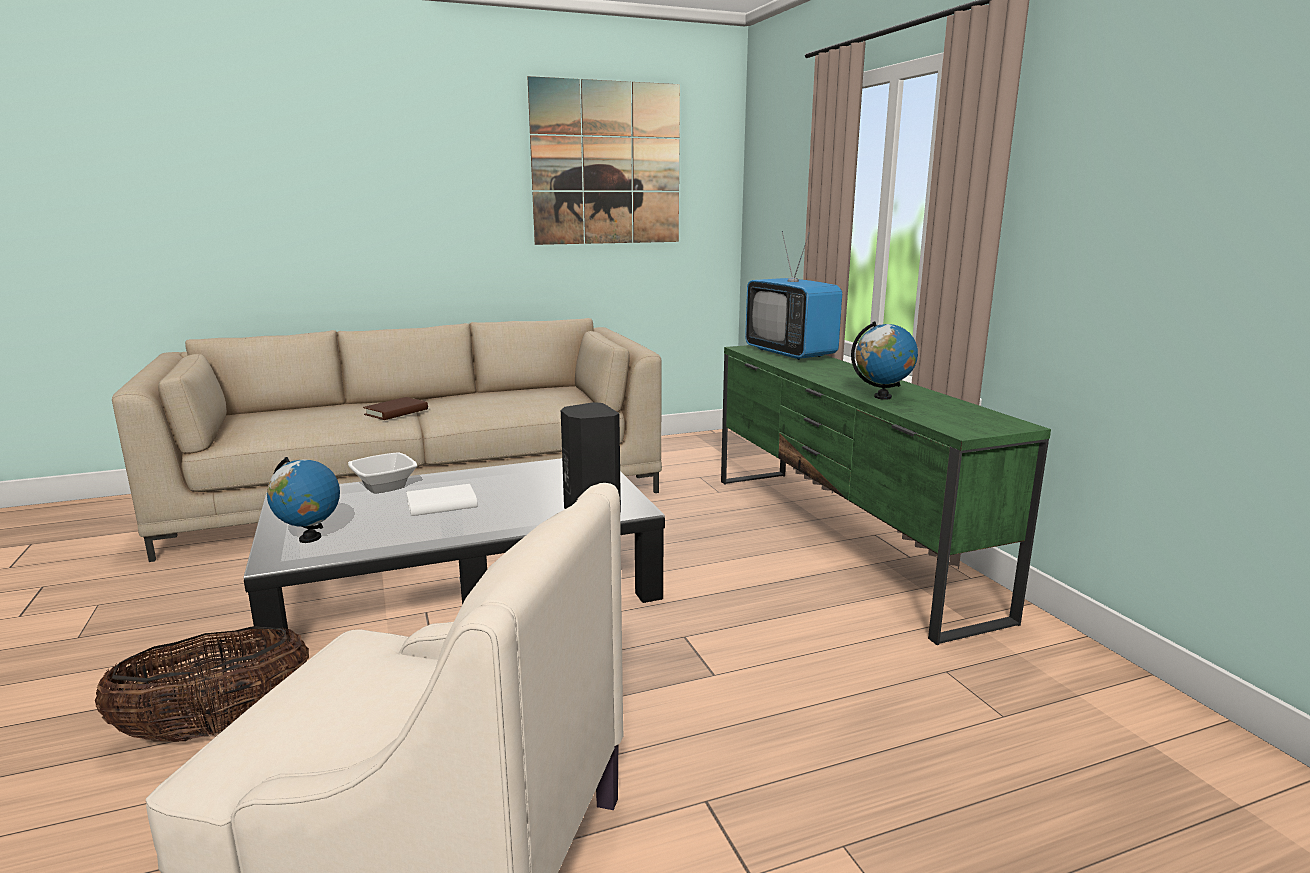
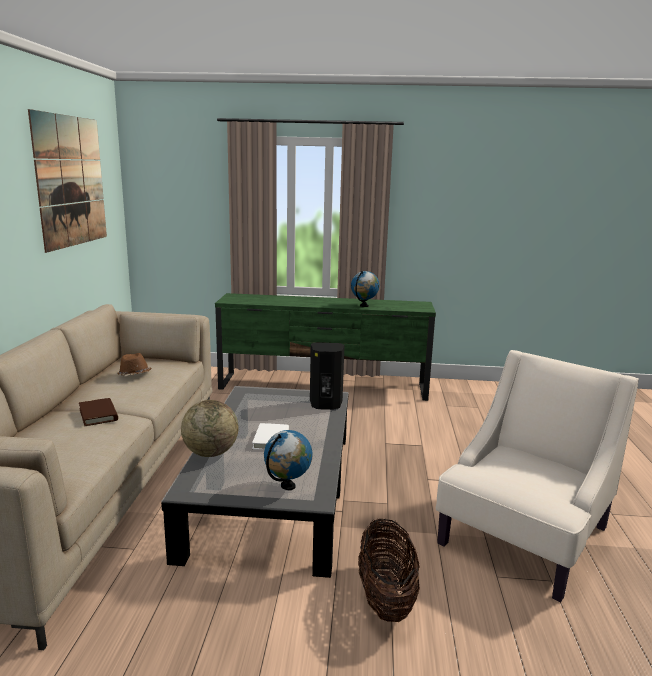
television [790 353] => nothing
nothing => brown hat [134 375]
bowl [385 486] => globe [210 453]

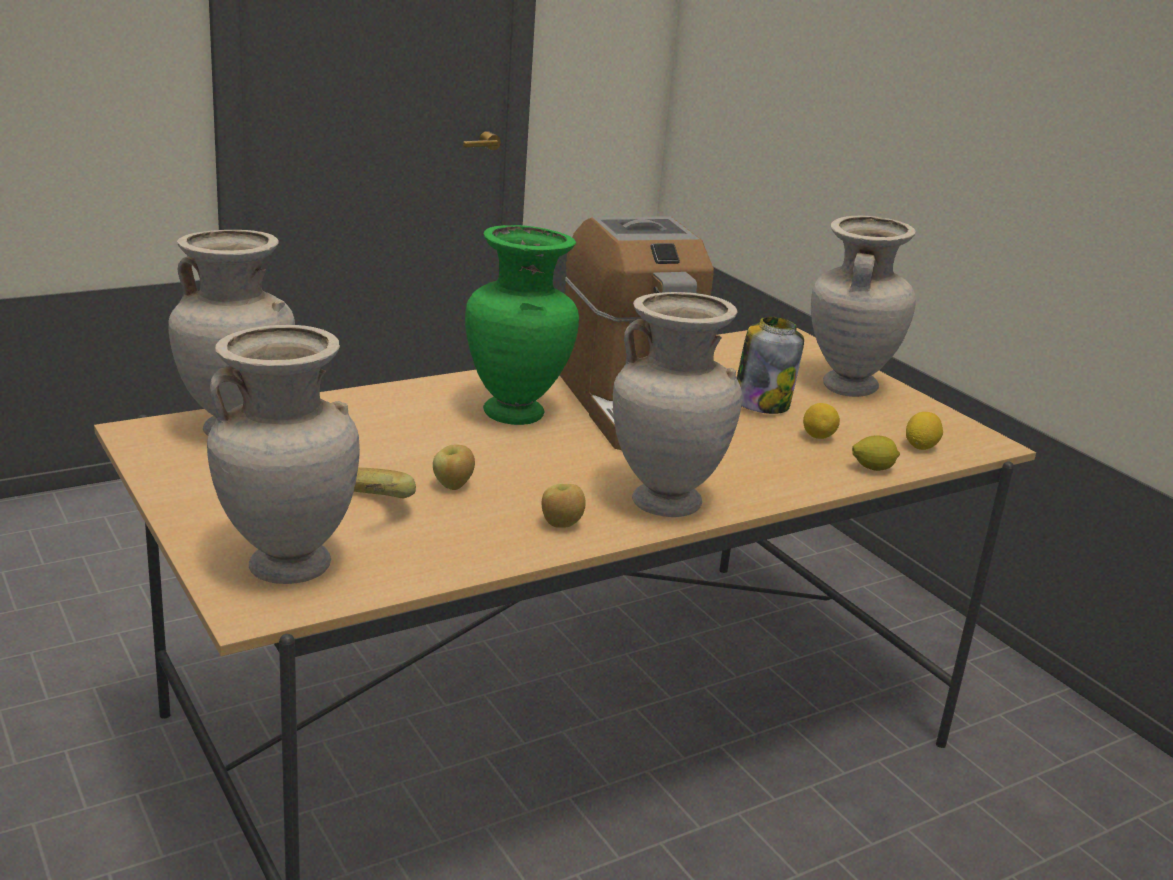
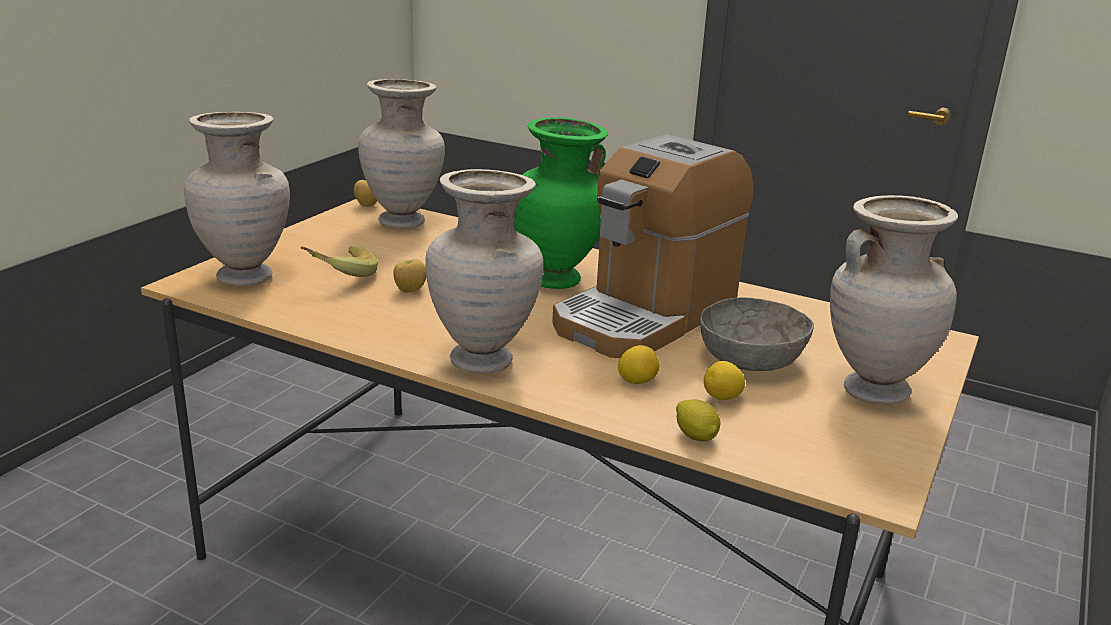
apple [561 525] => apple [367 205], move
lemon [920 447] => lemon [637 381], move
jar [761 403] => grey bowl [750 359]

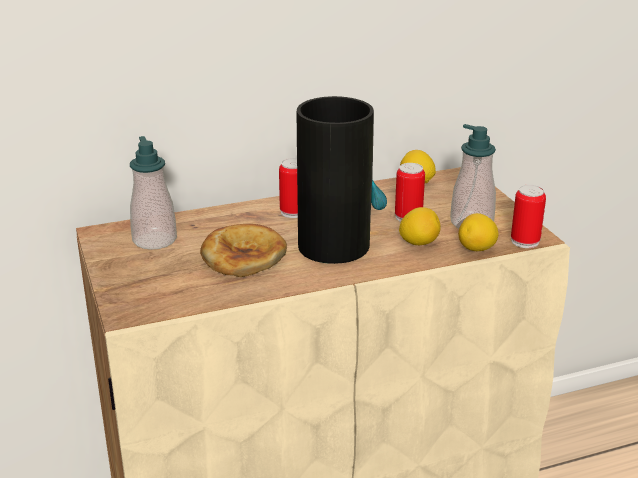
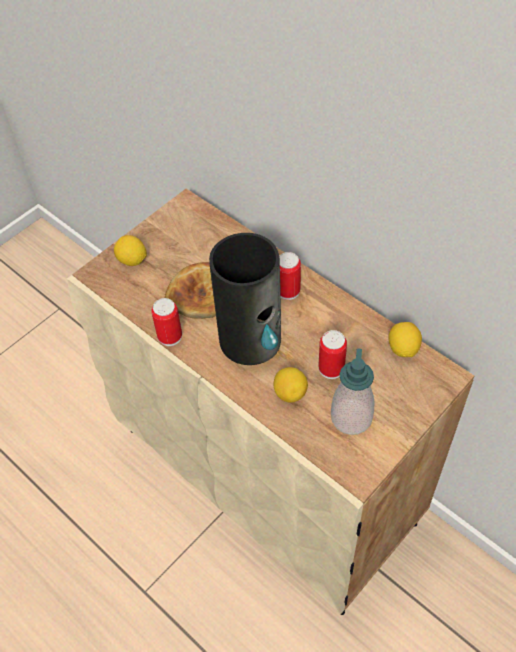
soap dispenser [154 240] => nothing
lemon [477 249] => lemon [132 261], move
can [525 241] => can [170 336], move

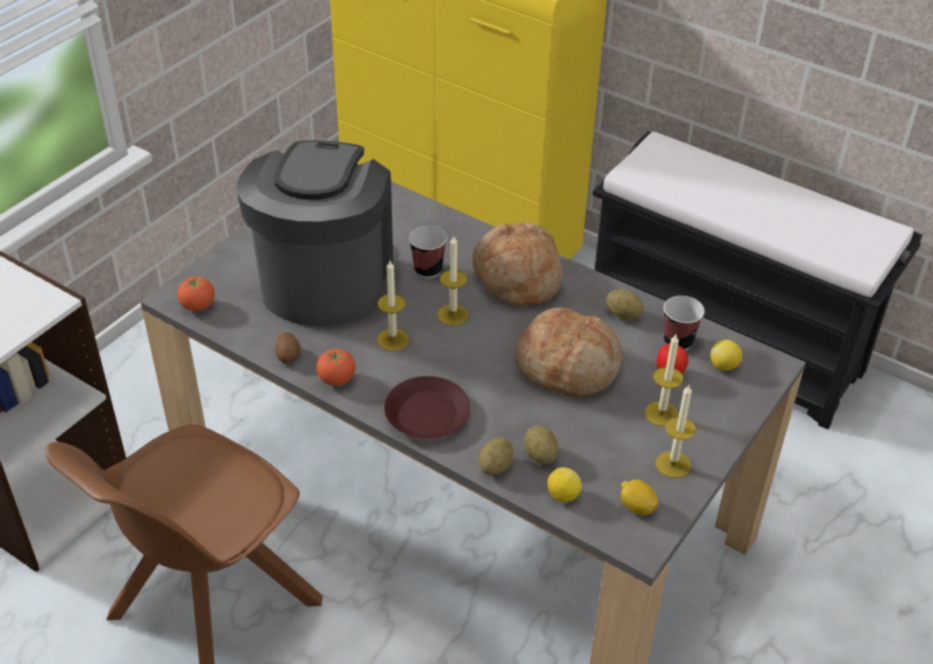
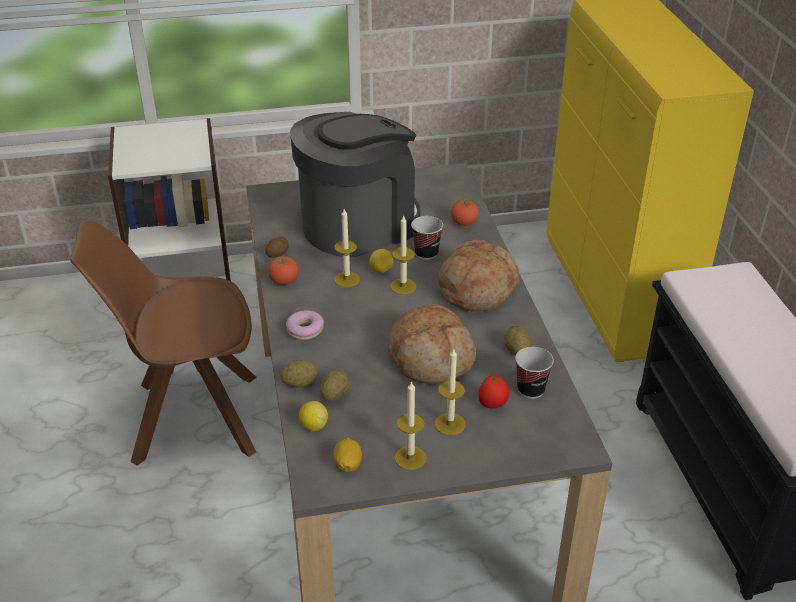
tomato [198 306] => tomato [464 223], move
lemon [724 366] => lemon [381 270], move
brown plate [427 413] => donut [305 330]

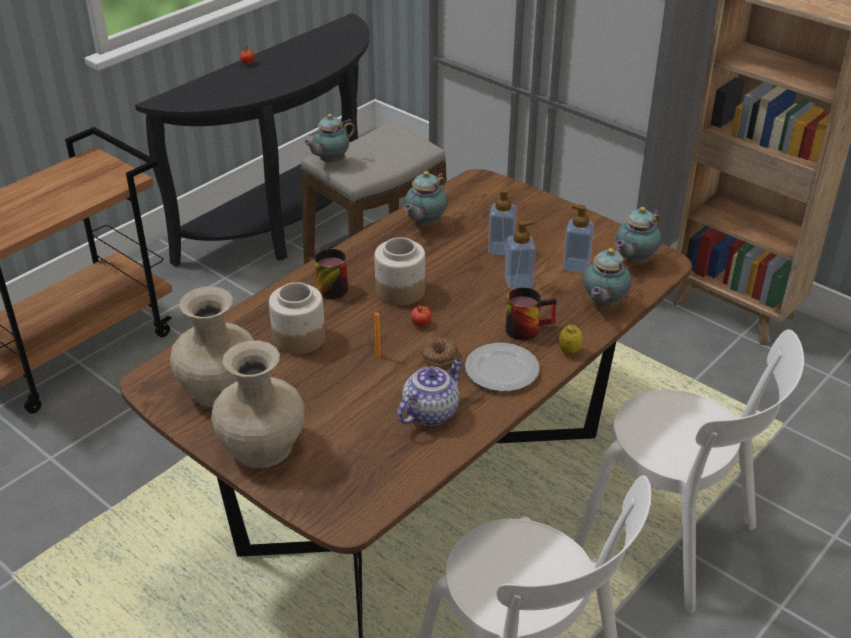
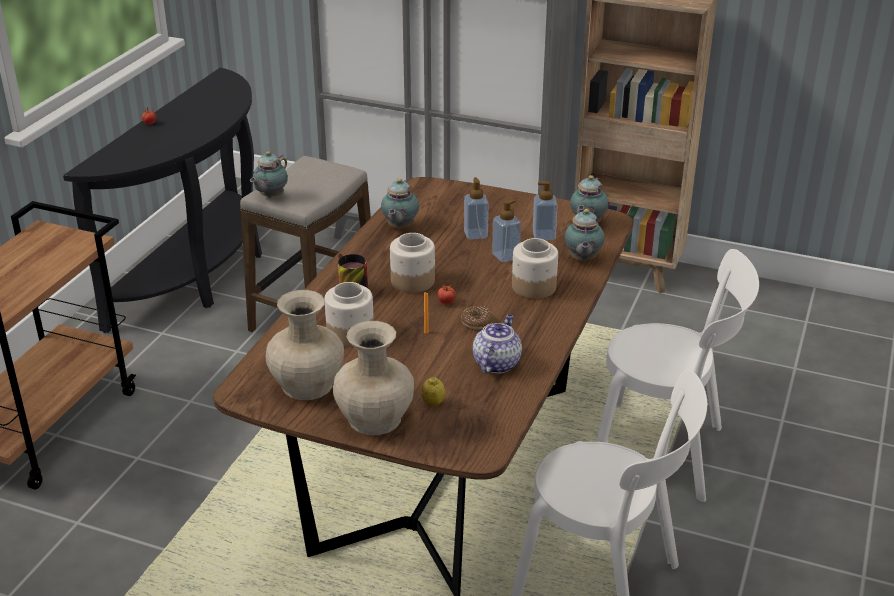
plate [501 371] => nothing
lemon [569 351] => lemon [433 403], move
mug [527 327] => jar [533 287]

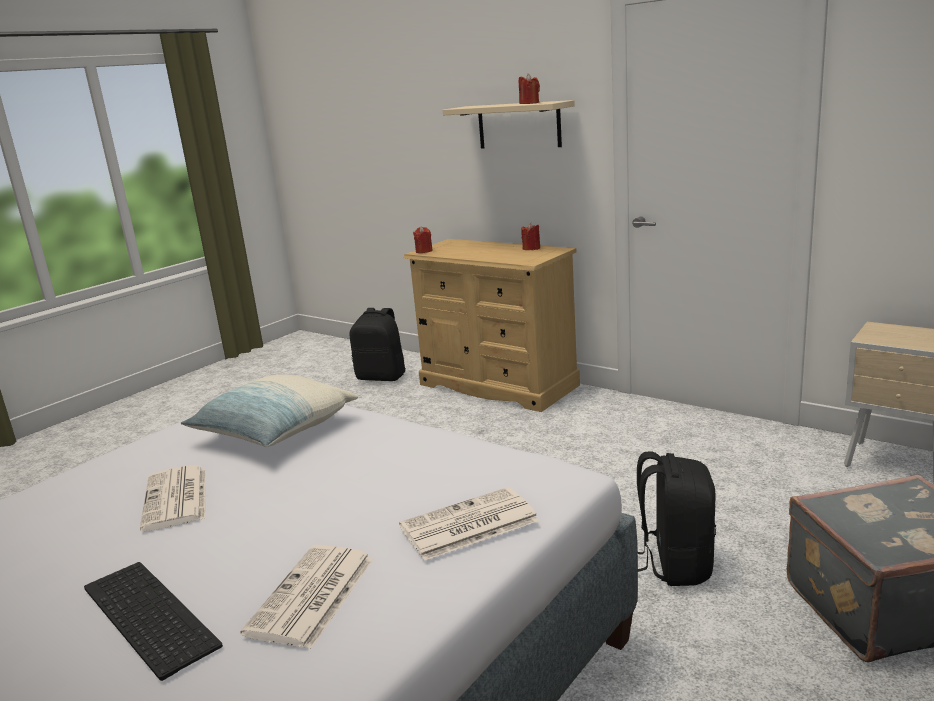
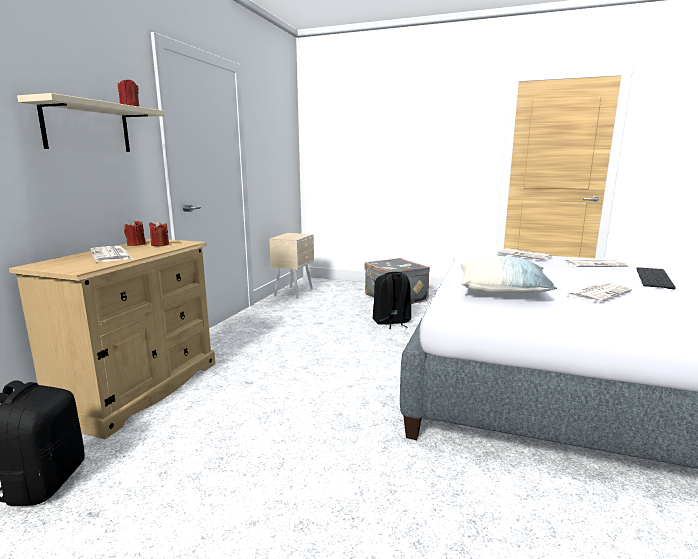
nothing => newspaper [112 255]
red candle [424 251] => red candle [160 245], move

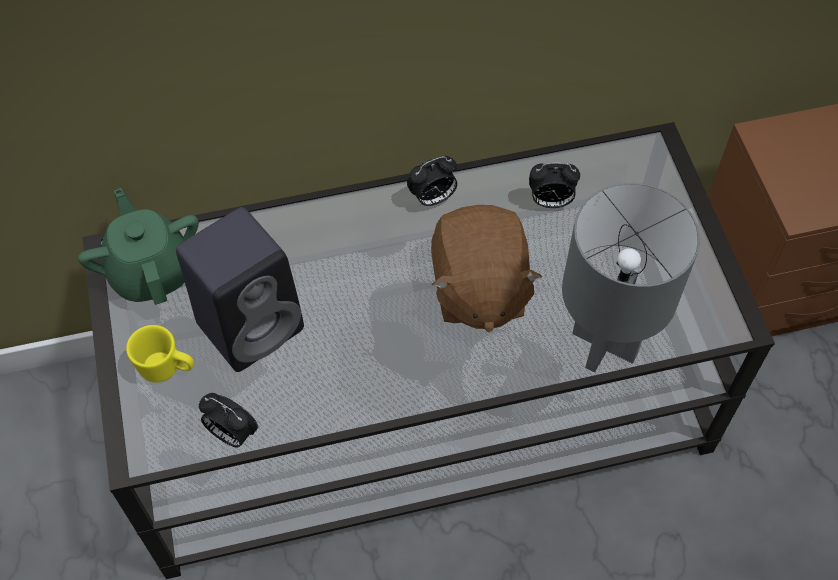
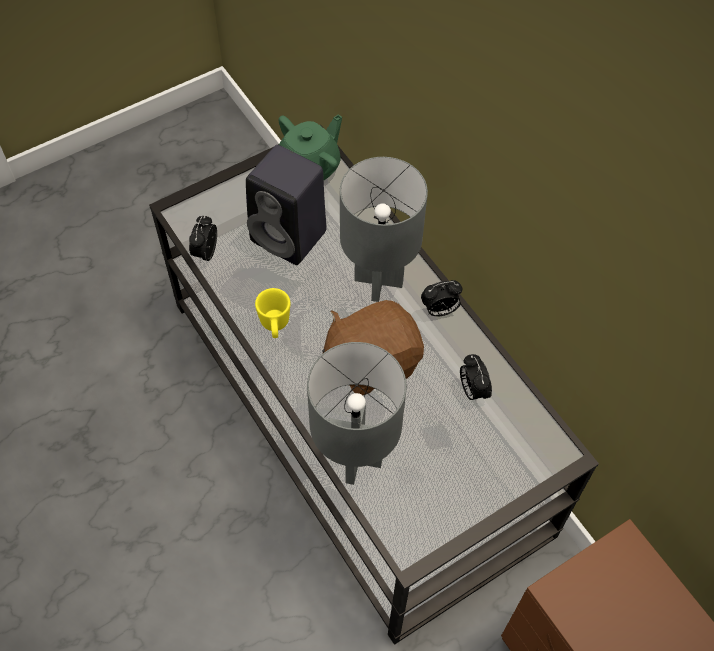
nothing => grey table lamp [379 281]
yellow mug [167 369] => yellow mug [275 326], move
alarm clock [432 198] => alarm clock [439 310], 60 degrees counterclockwise

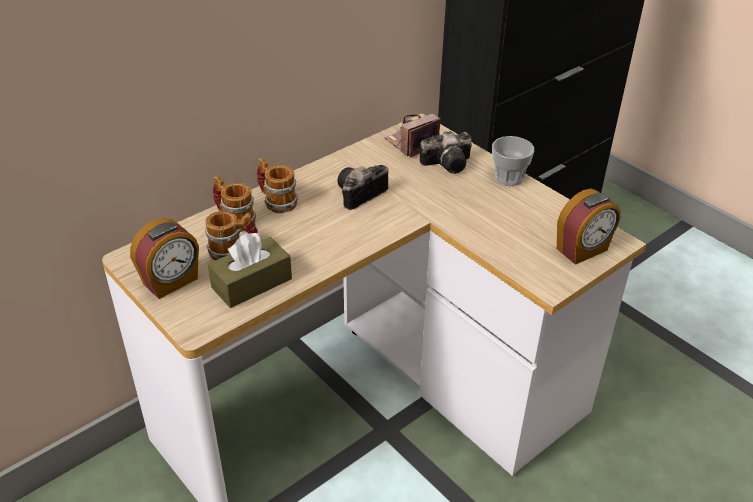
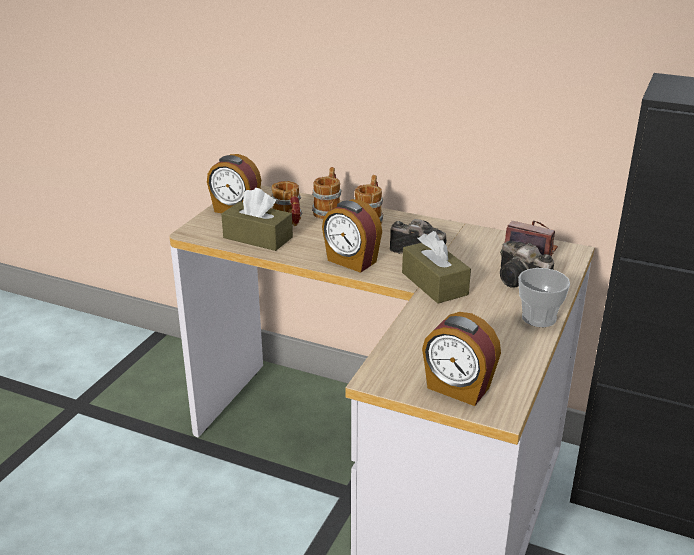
nothing => alarm clock [351 261]
nothing => brown tissue box [434 283]

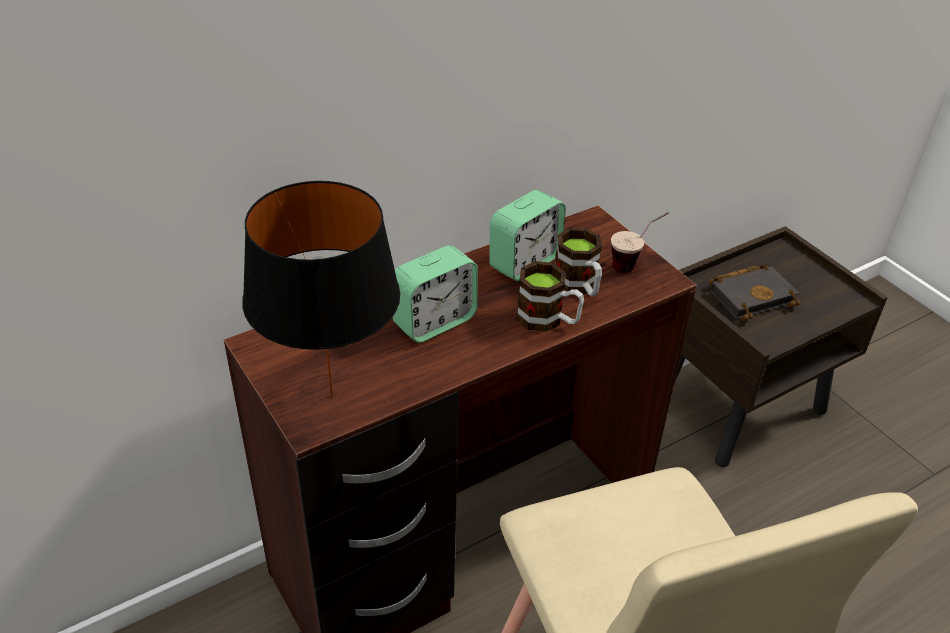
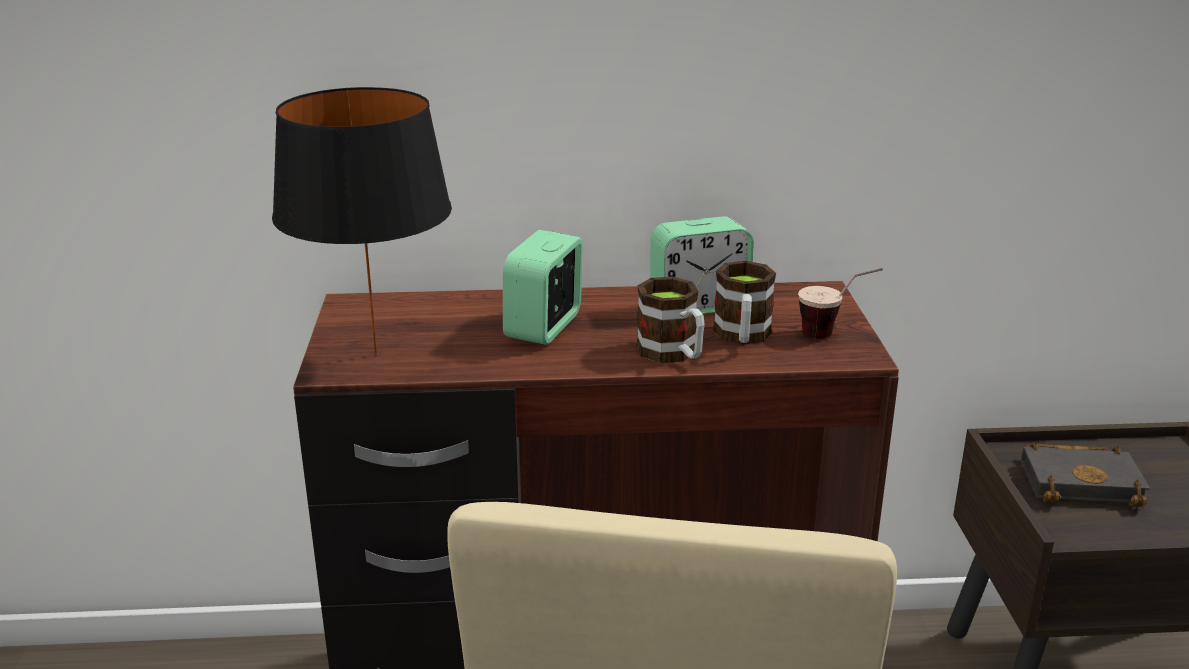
alarm clock [434 321] => alarm clock [544 327], 120 degrees clockwise

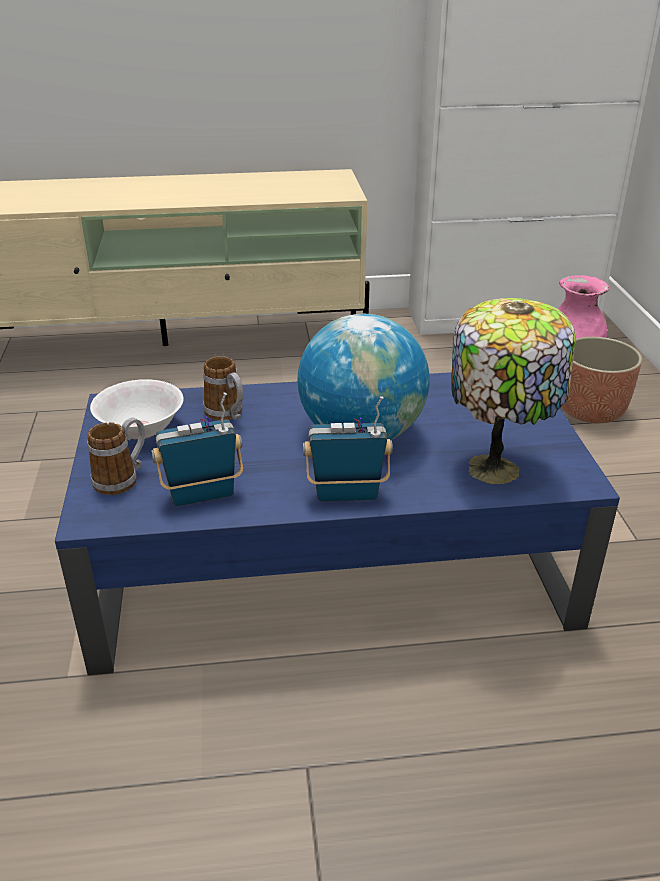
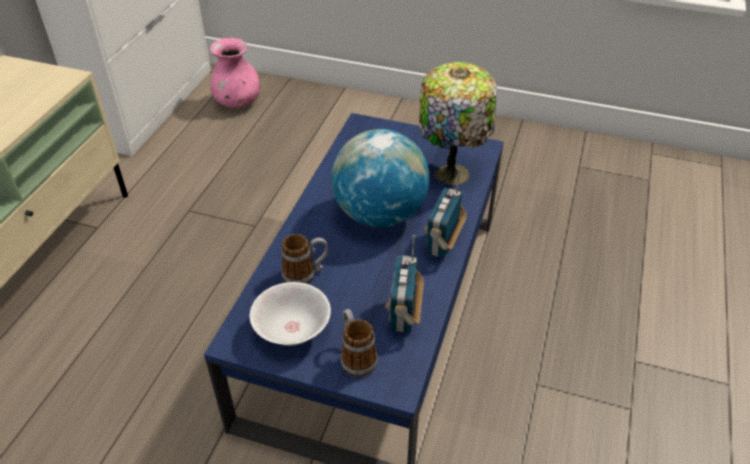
planter [590 410] => nothing

